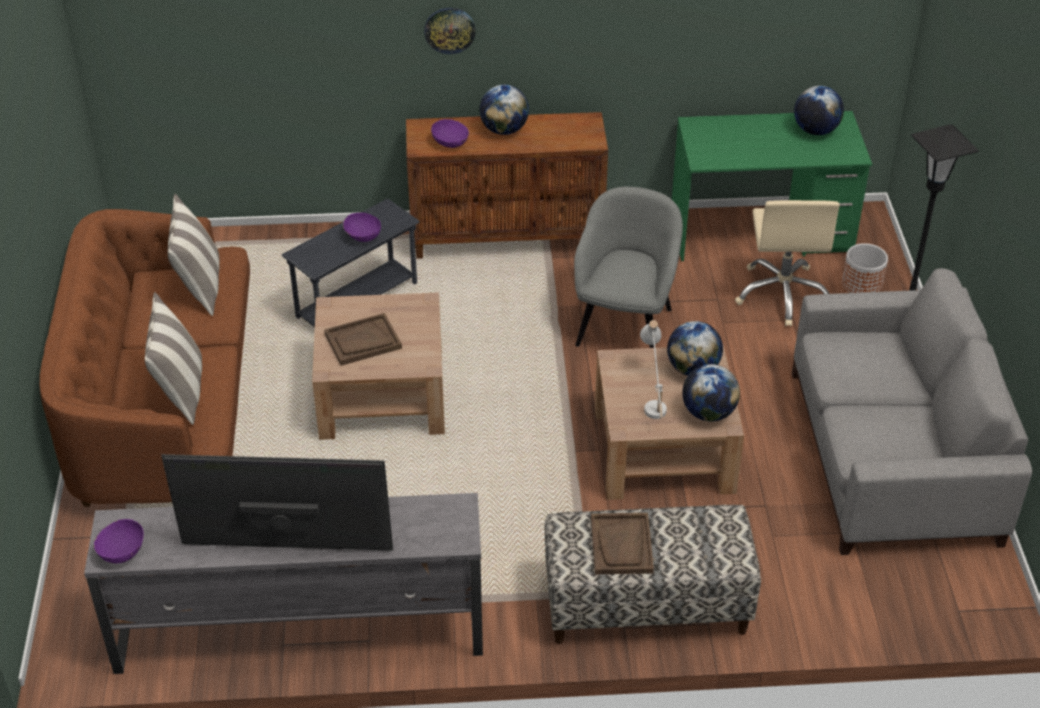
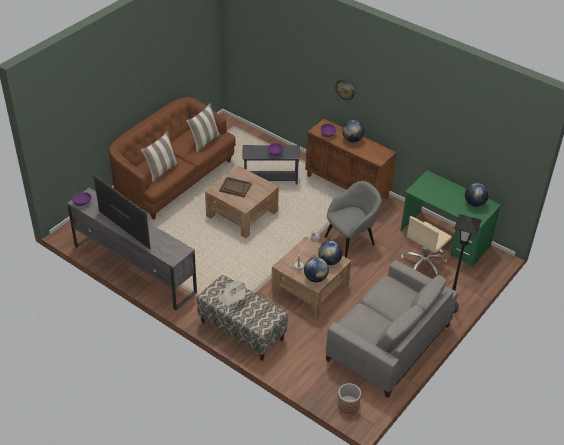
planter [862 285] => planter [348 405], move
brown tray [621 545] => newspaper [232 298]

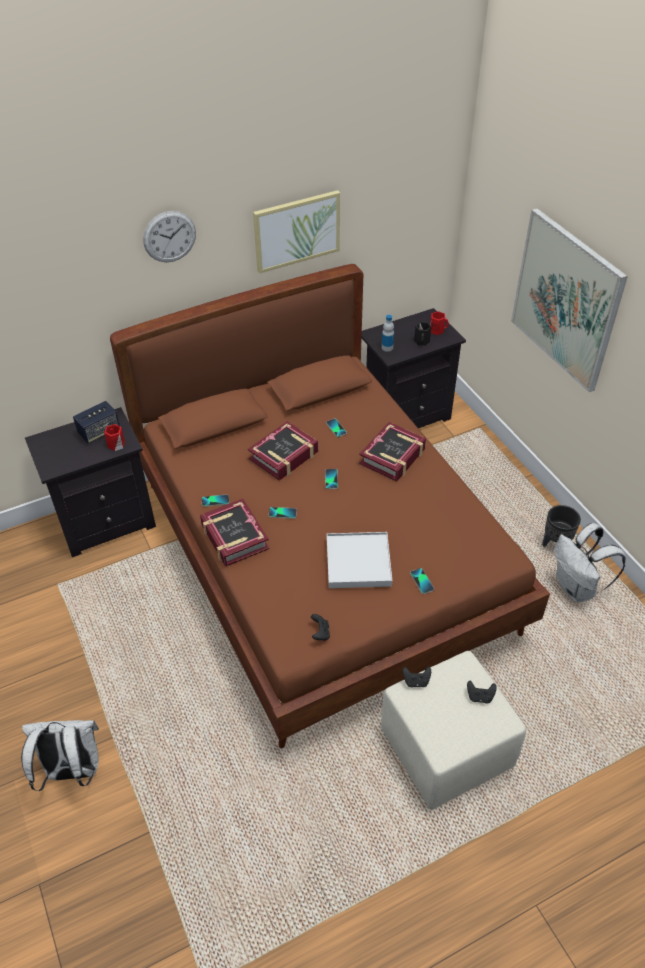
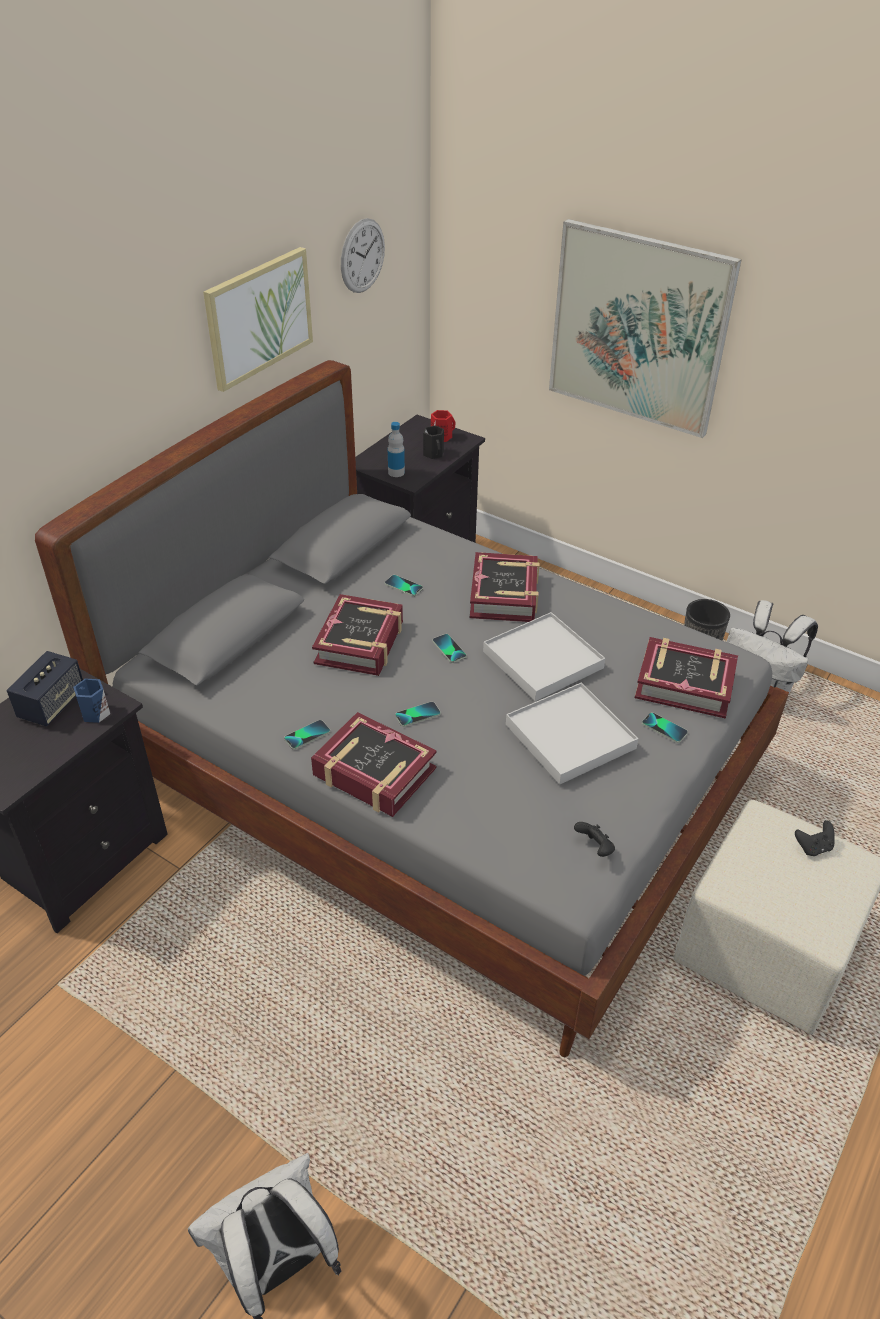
black game controller [416 681] => nothing
nothing => white tray [543 660]
nothing => book [684 684]
wall clock [169 236] => wall clock [362 256], move
red mug [115 444] => blue mug [94 713]
brown bed [324 557] => grey bed [438 778]

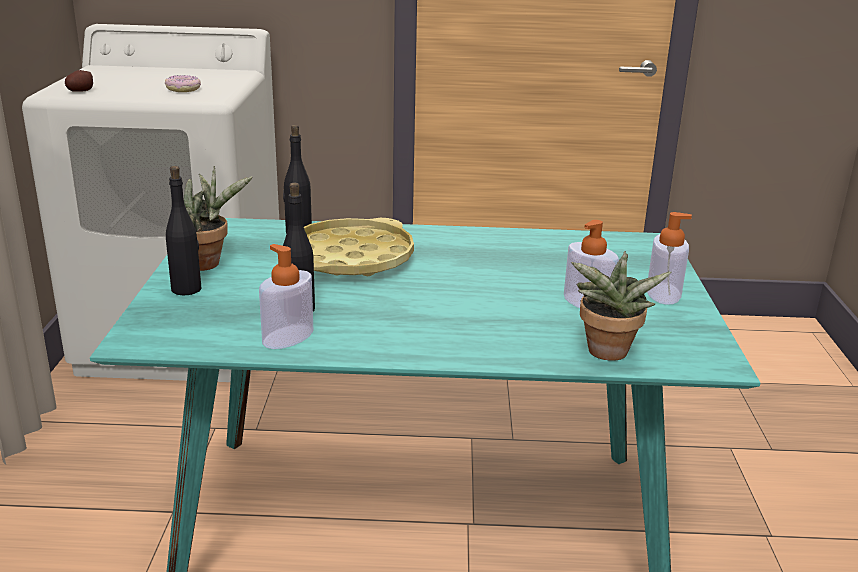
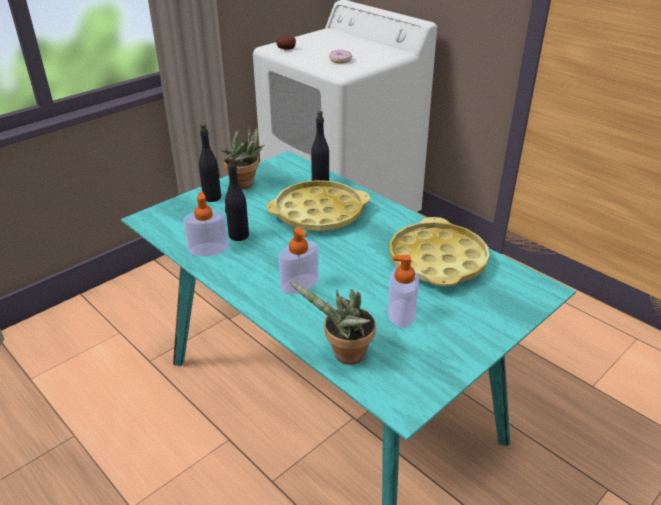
nothing => yellow tray [437 260]
soap dispenser [663 293] => soap dispenser [299 284], move

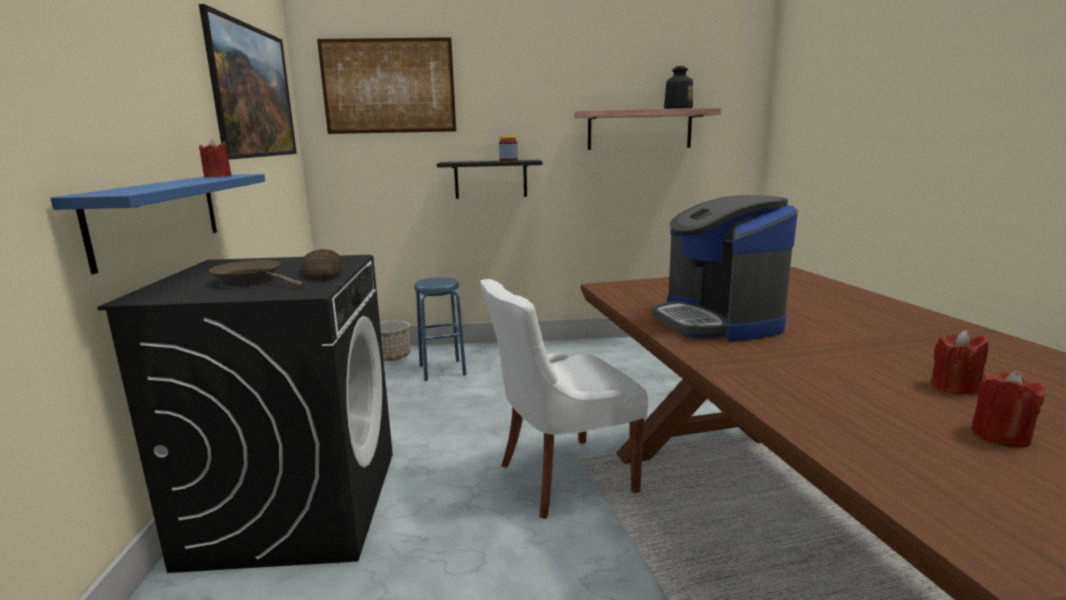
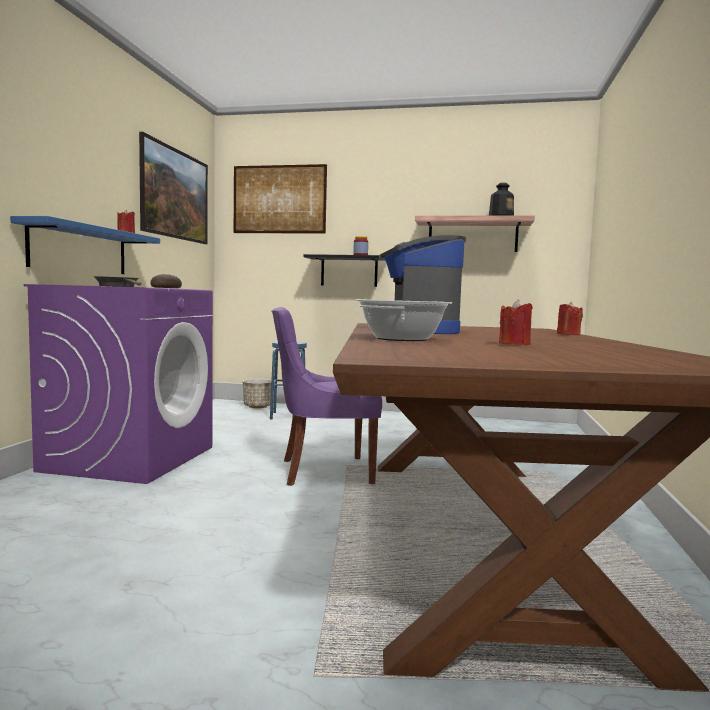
nothing => cooking pot [401 339]
red candle [1000 436] => red candle [568 334], move
black washing machine [296 505] => purple washing machine [130 458]
white chair [562 477] => purple chair [323 471]

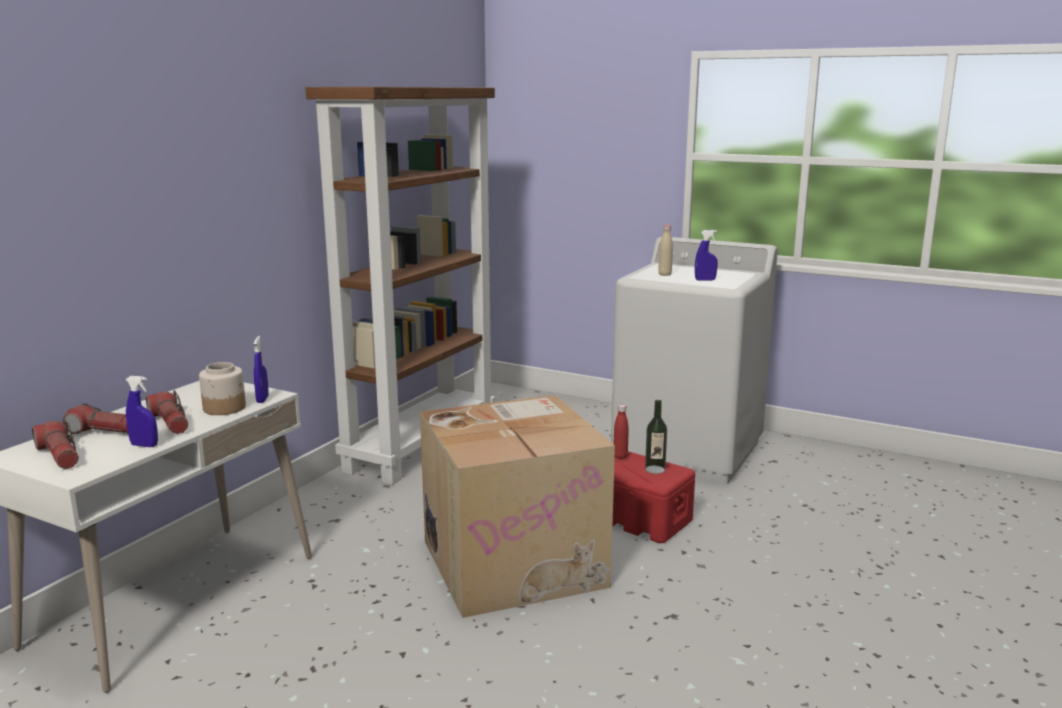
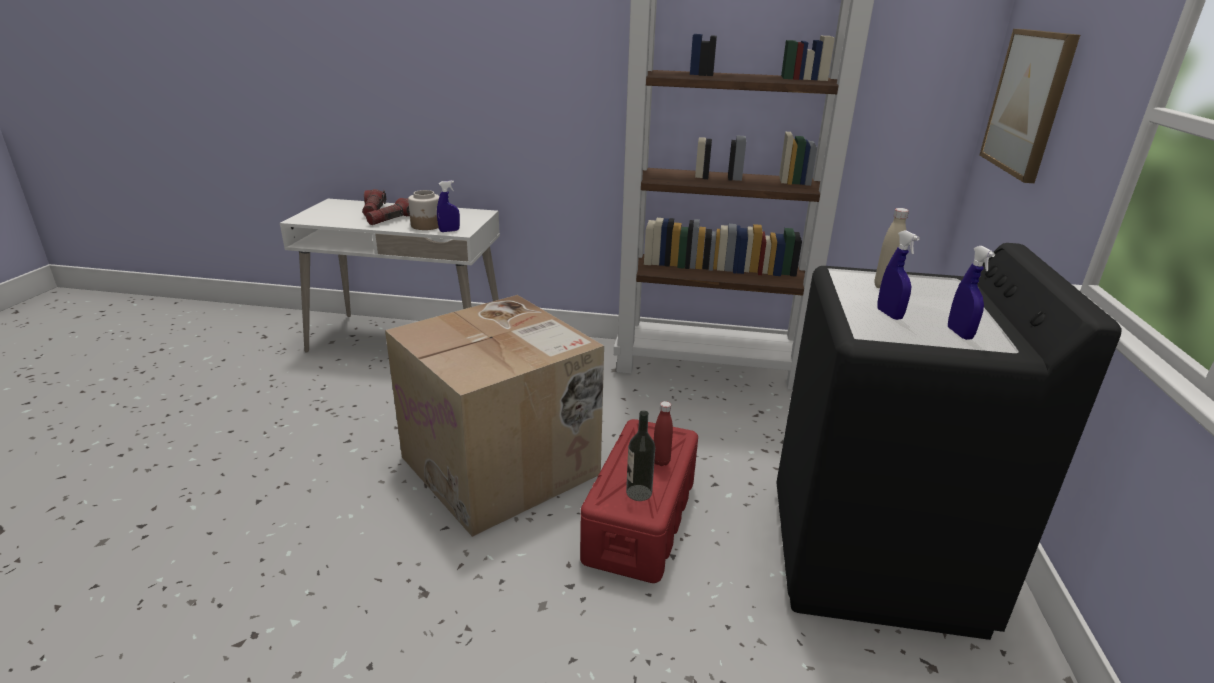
flashlight [60 456] => nothing
nothing => picture [1028 103]
blue spray bottle [144 445] => blue spray bottle [959 334], move
white washing machine [688 451] => black washing machine [873 558]

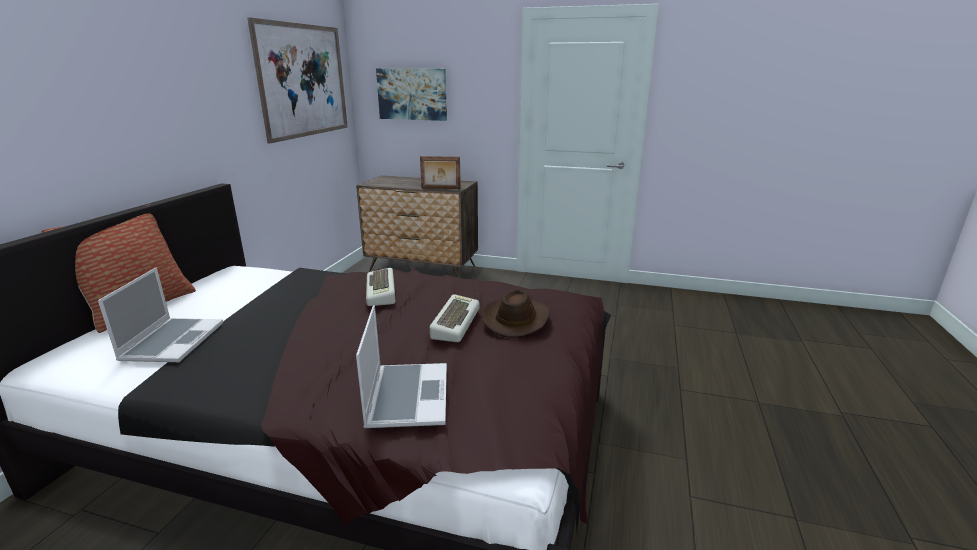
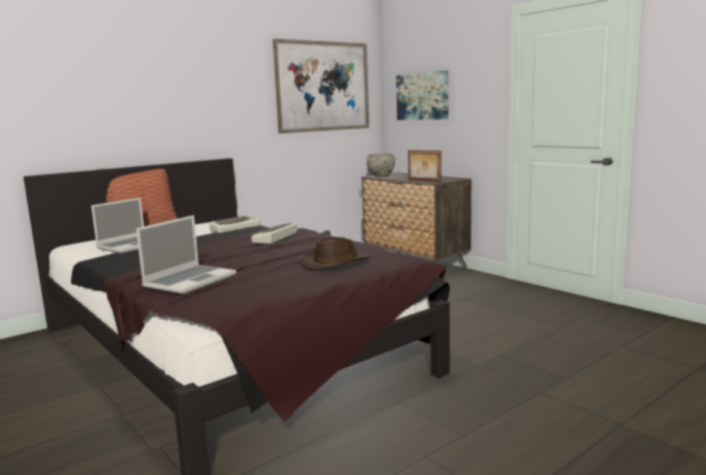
nothing => grey bowl [381 176]
keyboard [454 323] => keyboard [235 228], move

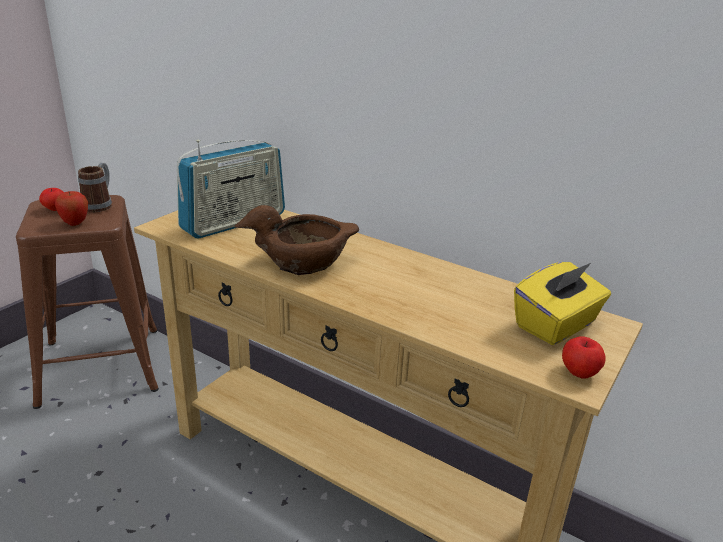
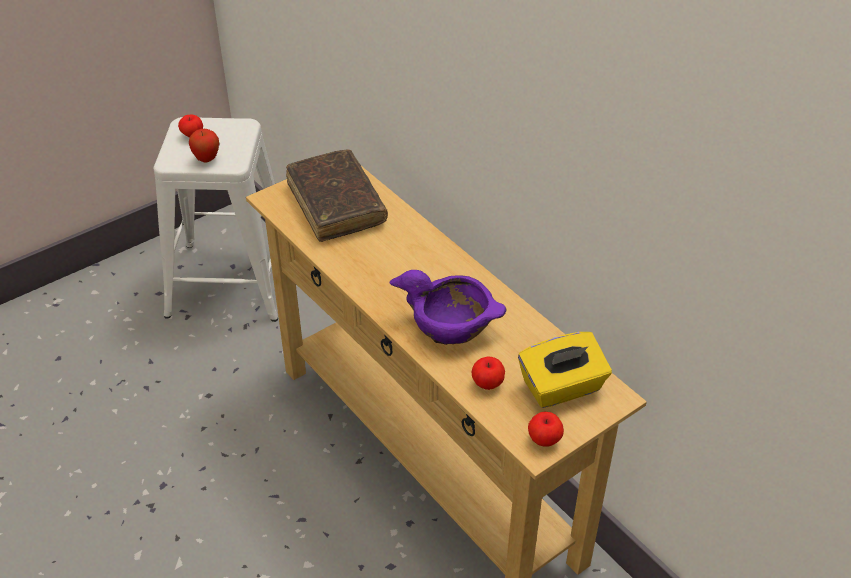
mug [100 204] => nothing
brown bowl [304 261] => nothing
nothing => purple bowl [452 325]
nothing => apple [487 383]
radio [234 222] => brown book [336 204]
brown stool [101 365] => white stool [230 281]

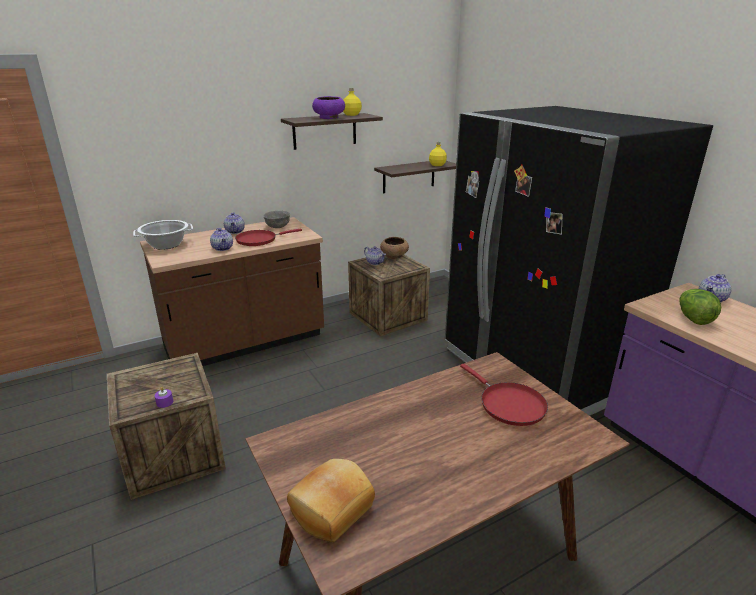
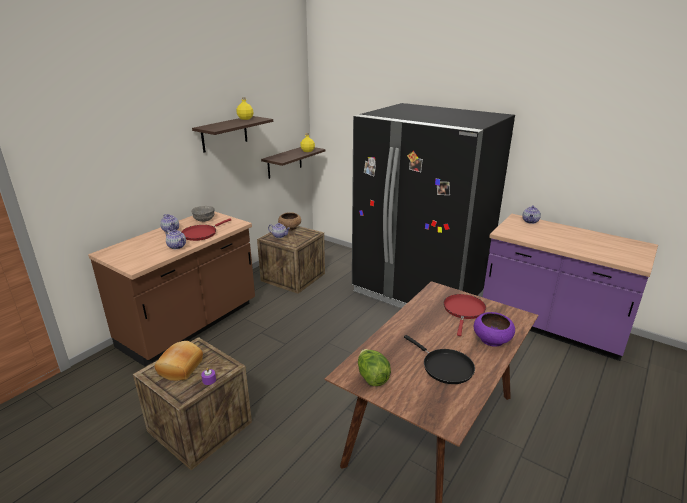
cooking pot [166 245] => nothing
nothing => black frying pan [444 367]
bread [330 508] => bread [179 367], move
purple bowl [329 118] => purple bowl [492 339], move
lettuce [693 319] => lettuce [372 377], move
red frying pan [509 404] => red frying pan [463 311], 105 degrees counterclockwise

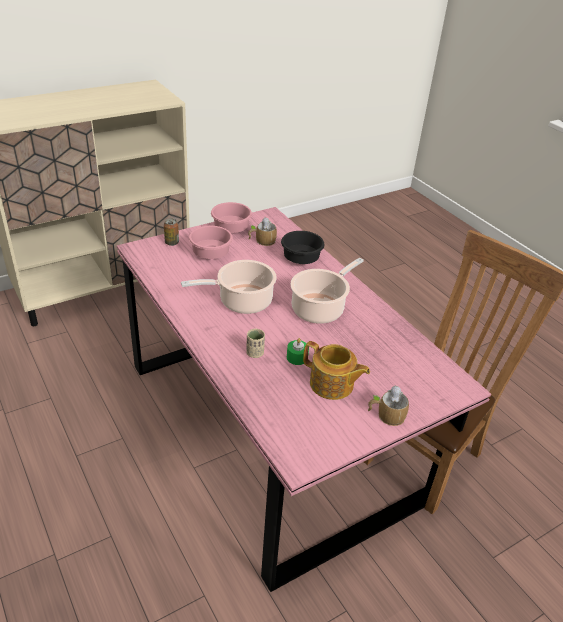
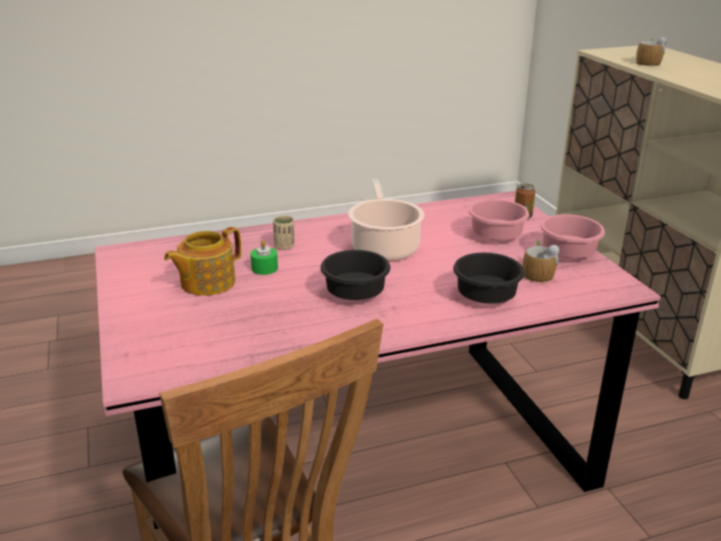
mug [386 415] => mug [648 63], move
cooking pot [320 308] => black bowl [355 295]

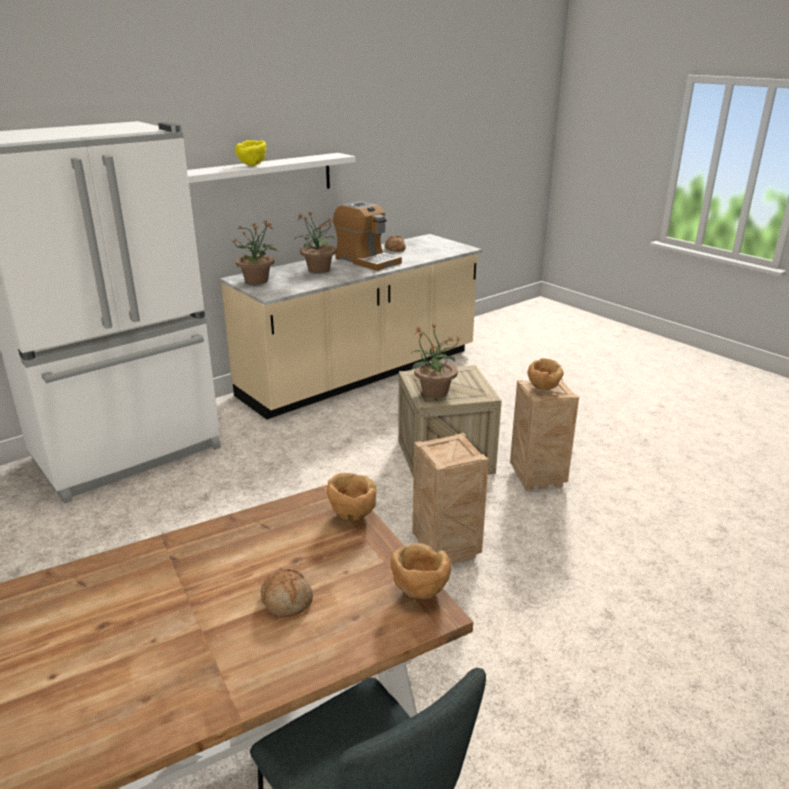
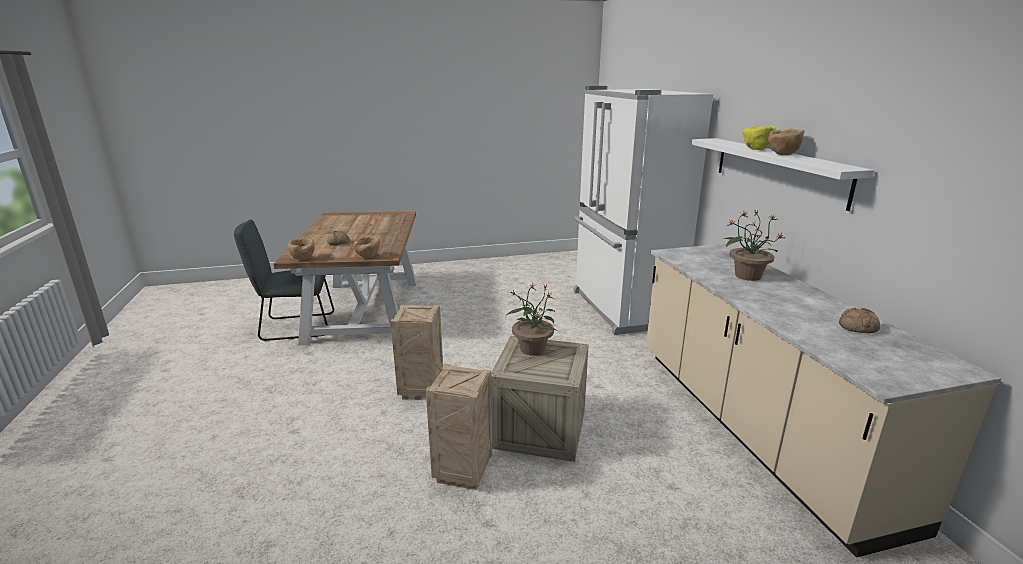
potted plant [257 281] => nothing
coffee machine [367 260] => nothing
brown bowl [544 388] => brown bowl [782 155], move

